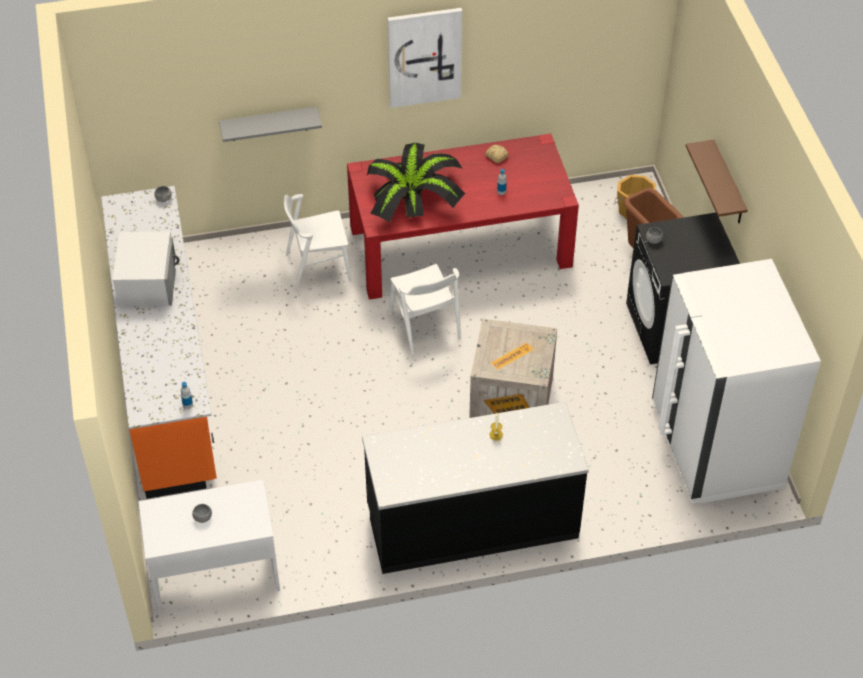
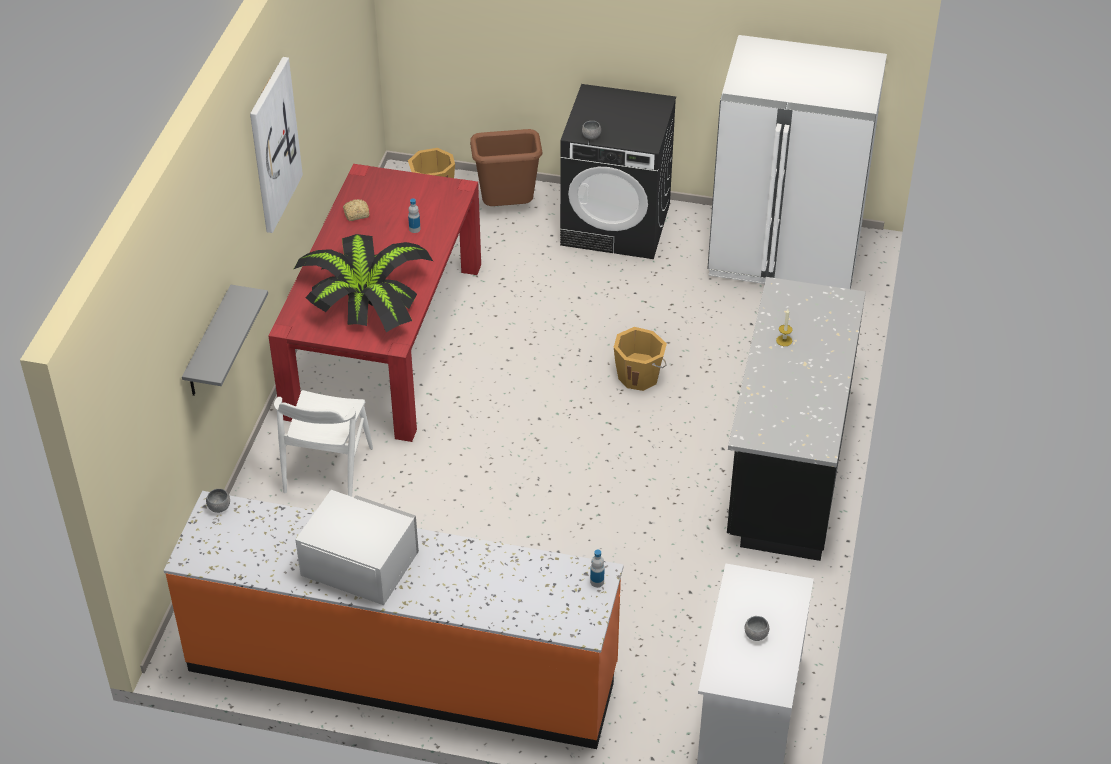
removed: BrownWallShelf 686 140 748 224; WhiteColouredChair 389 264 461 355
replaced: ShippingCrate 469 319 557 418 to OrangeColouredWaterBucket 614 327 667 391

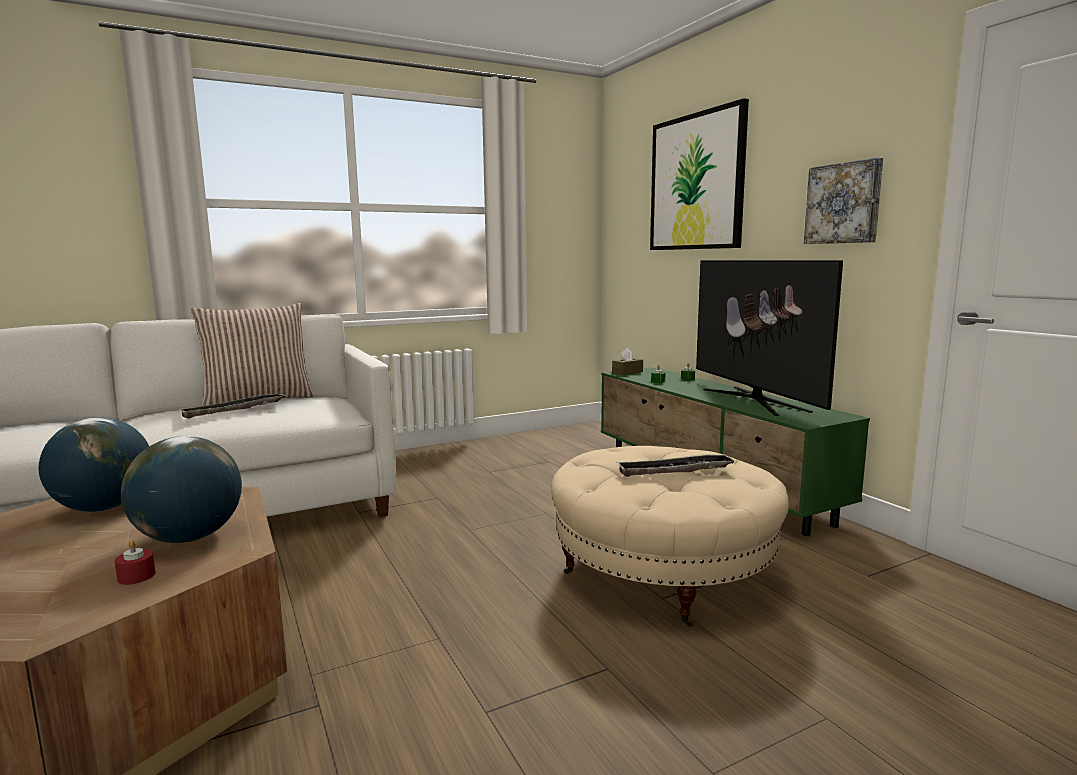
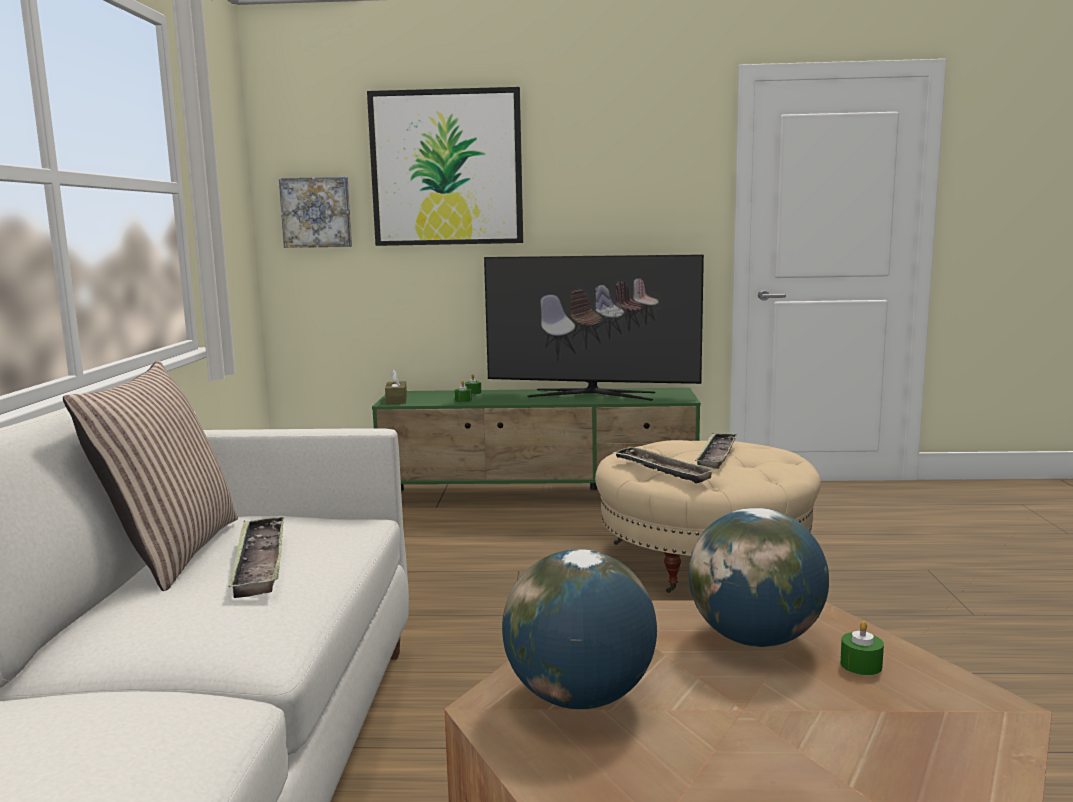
added: ServingTray 612 446 716 484
moved: Picture 804 158 883 244 to 279 177 352 248
recoloured: RedColouredWaxLight 114 540 156 585 to GreenColouredWaxLight 840 621 884 675

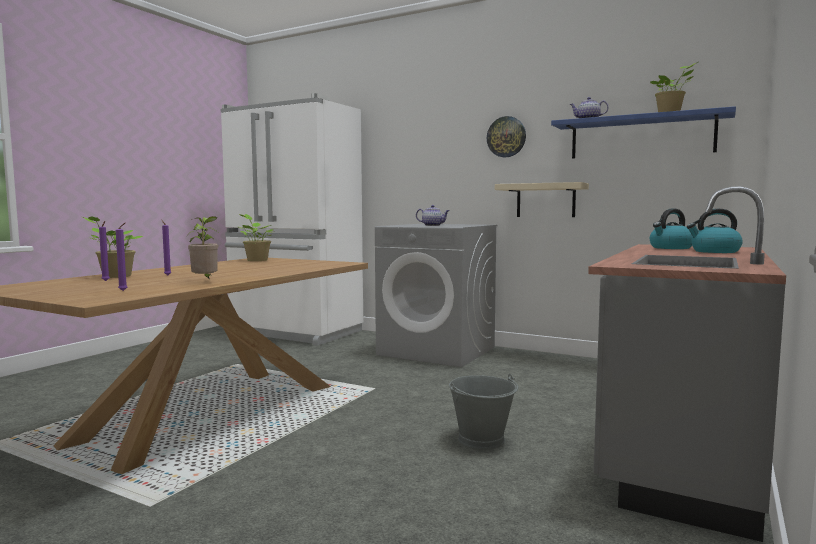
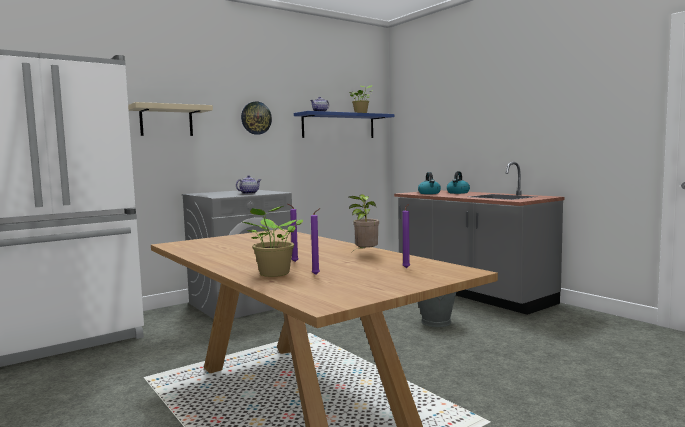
removed: PlantInAPot 239 214 273 261
moved: SandColouredWallShelf 495 182 589 217 to 128 102 213 136

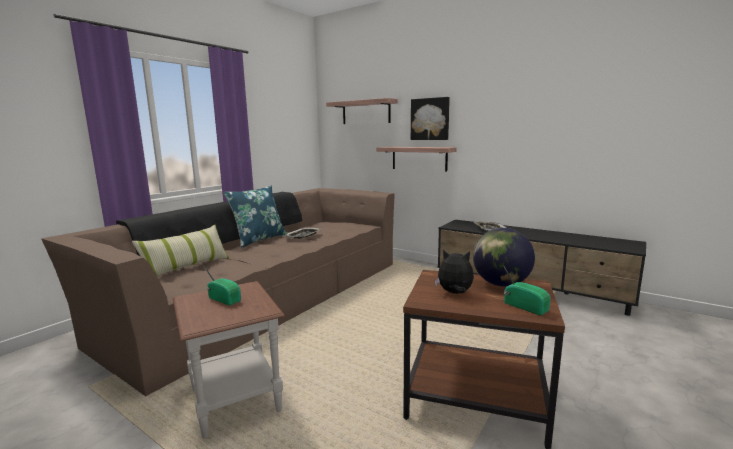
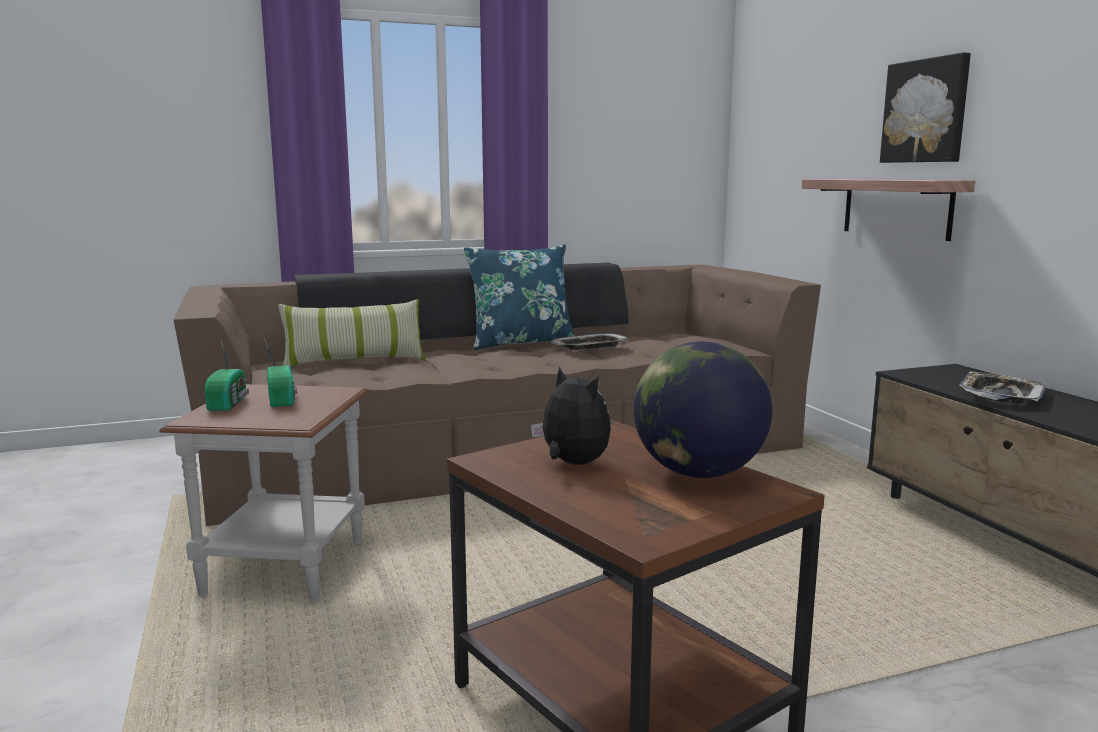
removed: WallShelf 326 98 398 124
moved: RadioReceiver 503 265 551 315 to 205 340 249 411

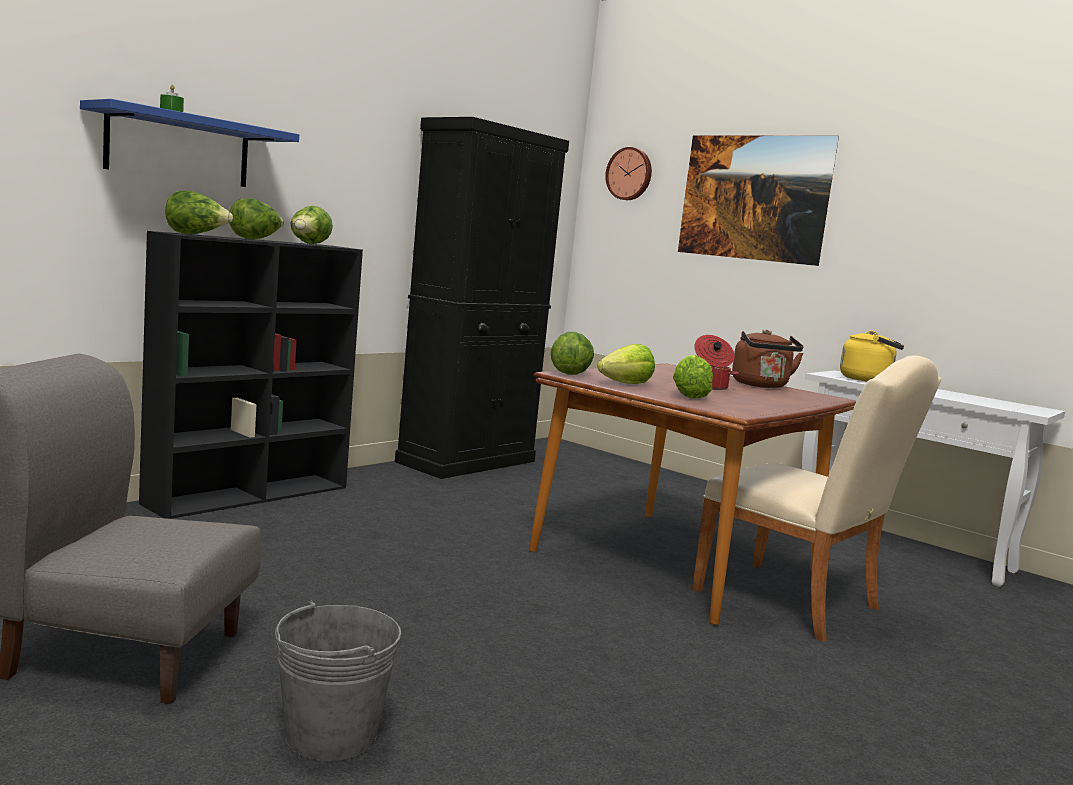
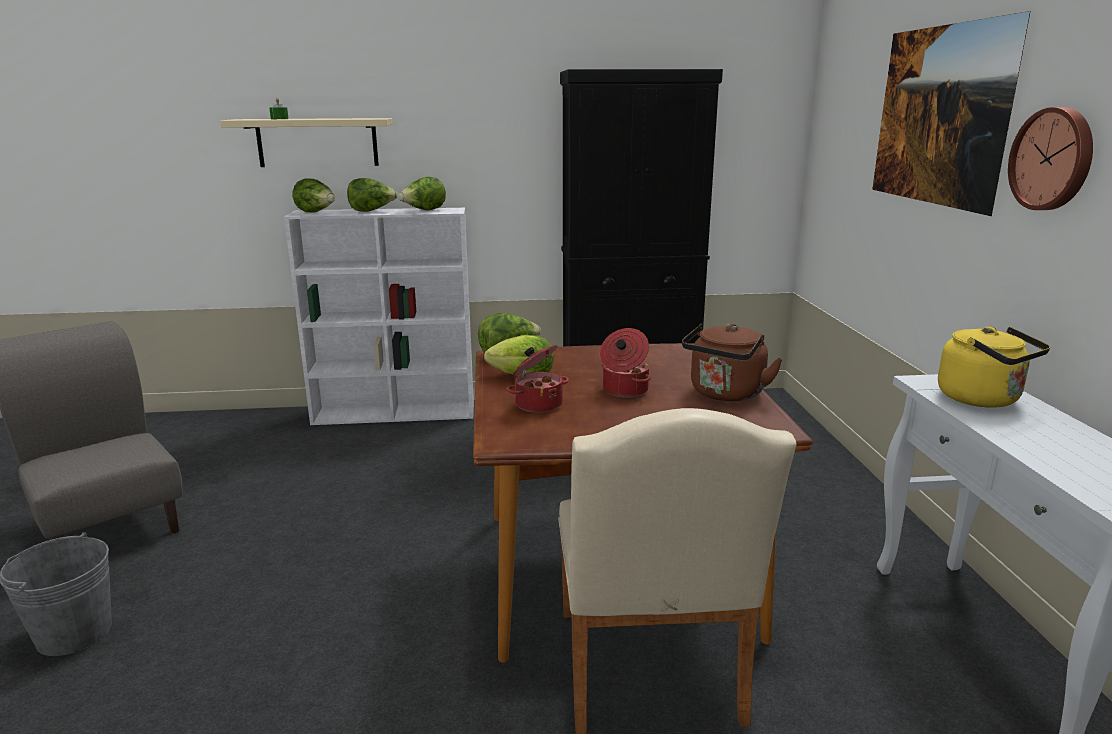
moved: WallClock 605 147 652 200 to 1008 107 1093 210
replaced: HeadOfLettuce 673 355 713 399 to Stockpot 507 345 569 413
recoloured: BluishWallShelf 80 99 299 187 to SandColouredWallShelf 220 118 393 167; BlackishBookshelf 139 231 363 519 to WhiteColouredBookshelf 284 208 474 425

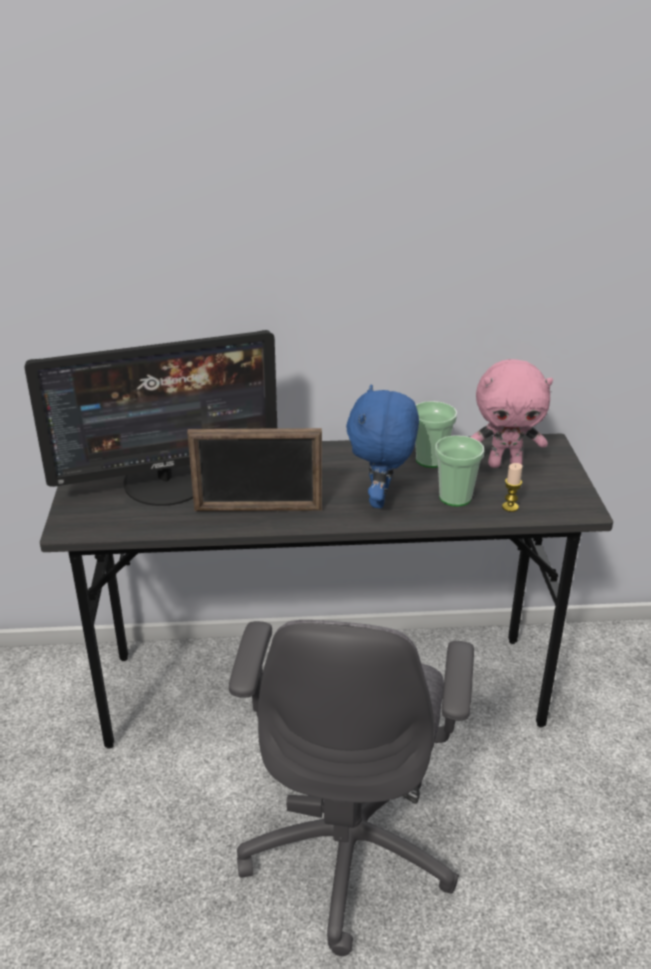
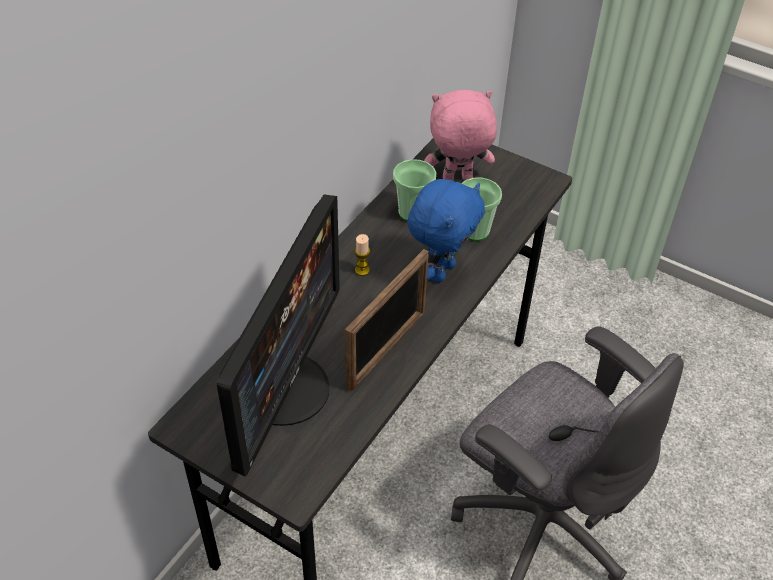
moved: WaxLight 502 463 523 512 to 355 234 370 276
turned: PinkCuddlyToy 471 359 553 468 = 424 90 497 180 135 degrees counterclockwise; BluishCuddlyToy 346 384 419 508 = 407 179 485 283 105 degrees counterclockwise

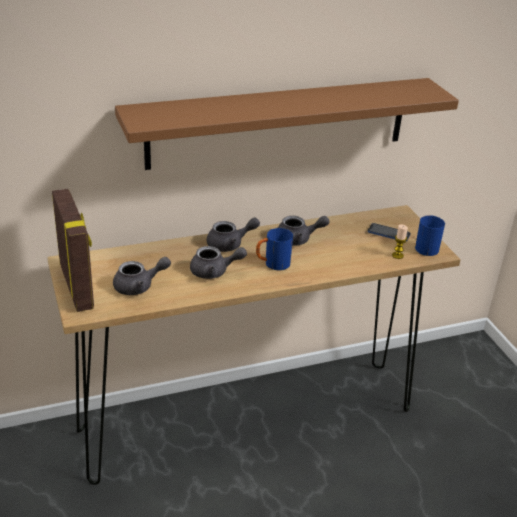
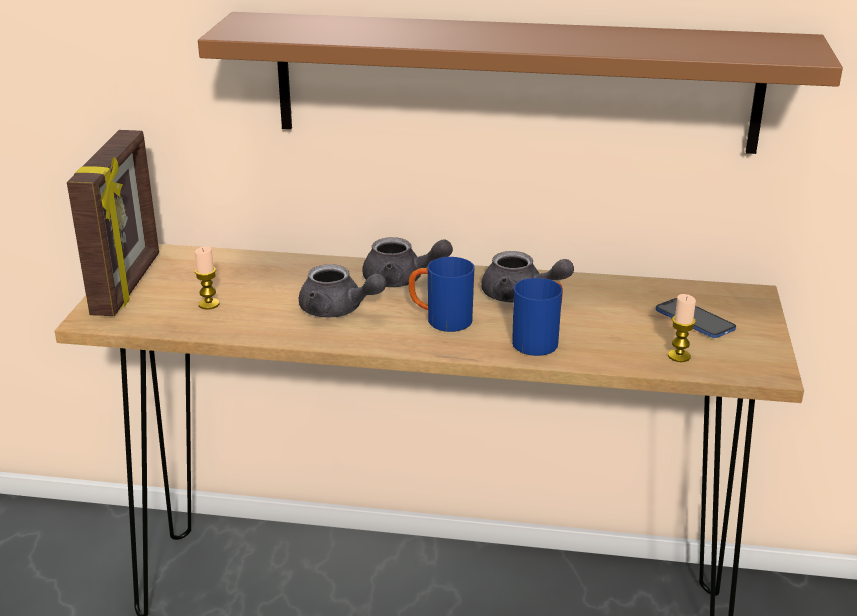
moved: BluishTeaMug 415 215 445 256 to 512 278 563 356
replaced: GreyPotForTea 113 257 171 295 to WaxLight 195 246 219 310

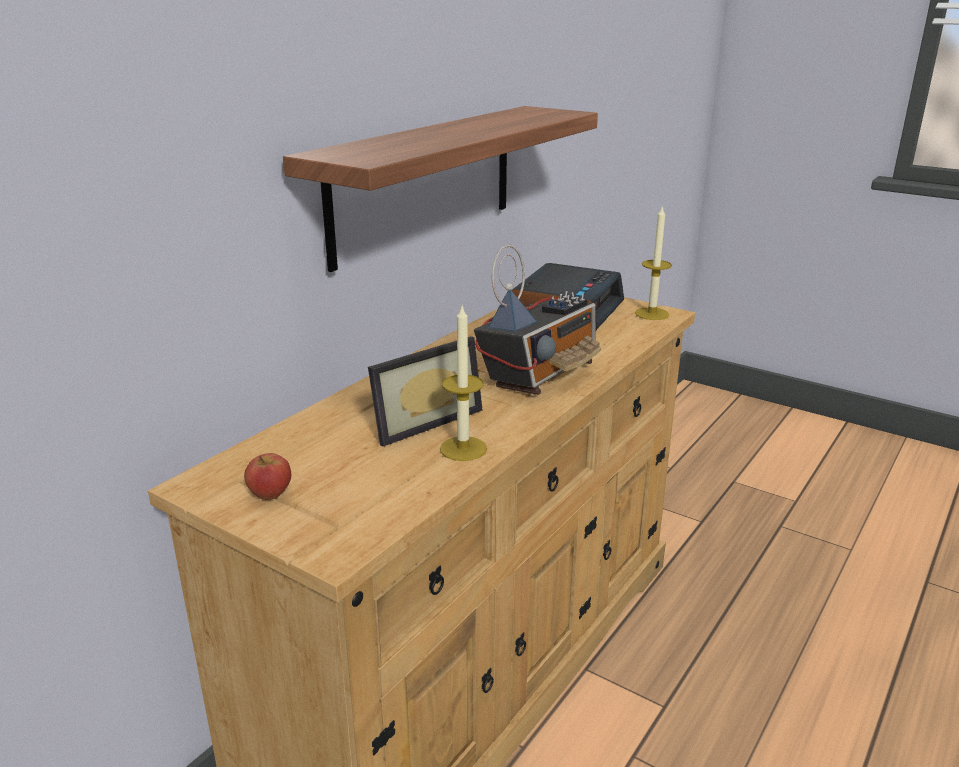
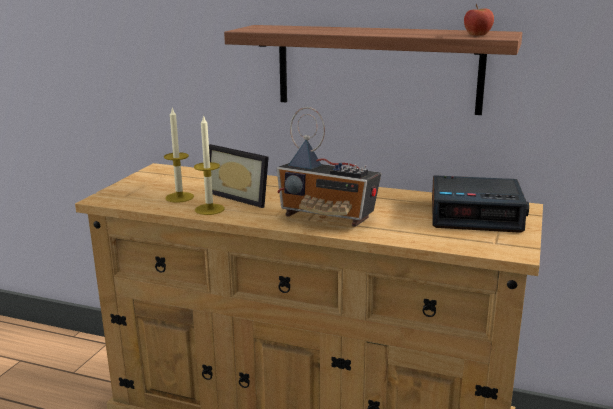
moved: WaxLight 635 205 672 320 to 164 108 194 203; Apple 244 453 291 500 to 464 4 494 36

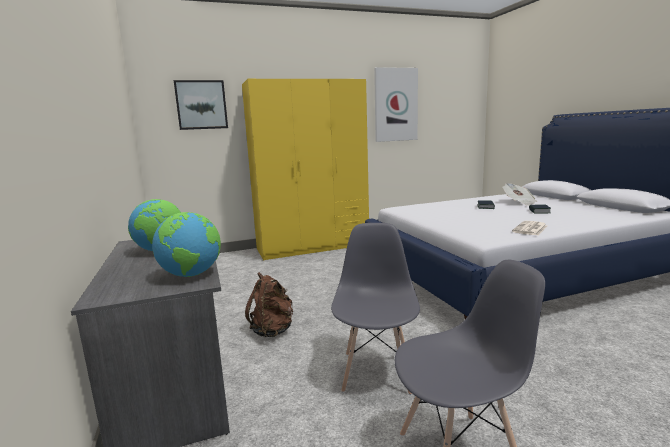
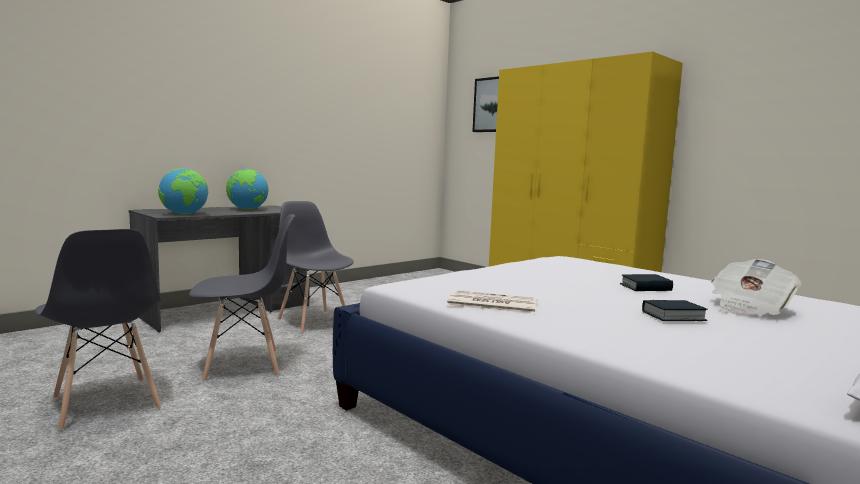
removed: Picture 374 67 418 142
replaced: BrownKnapsack 245 272 293 337 to GreyChair 278 201 354 334

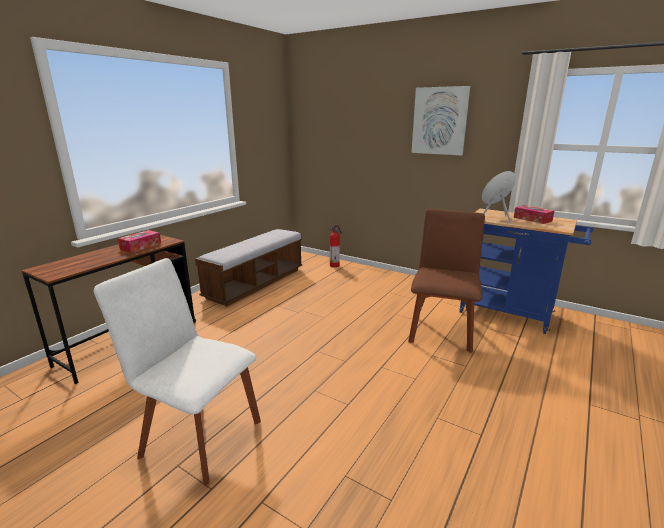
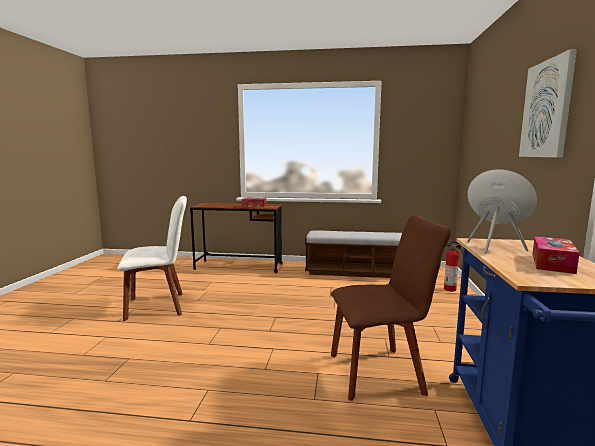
turned: WhiteColouredChair 94 258 261 485 = 117 196 187 321 75 degrees clockwise

